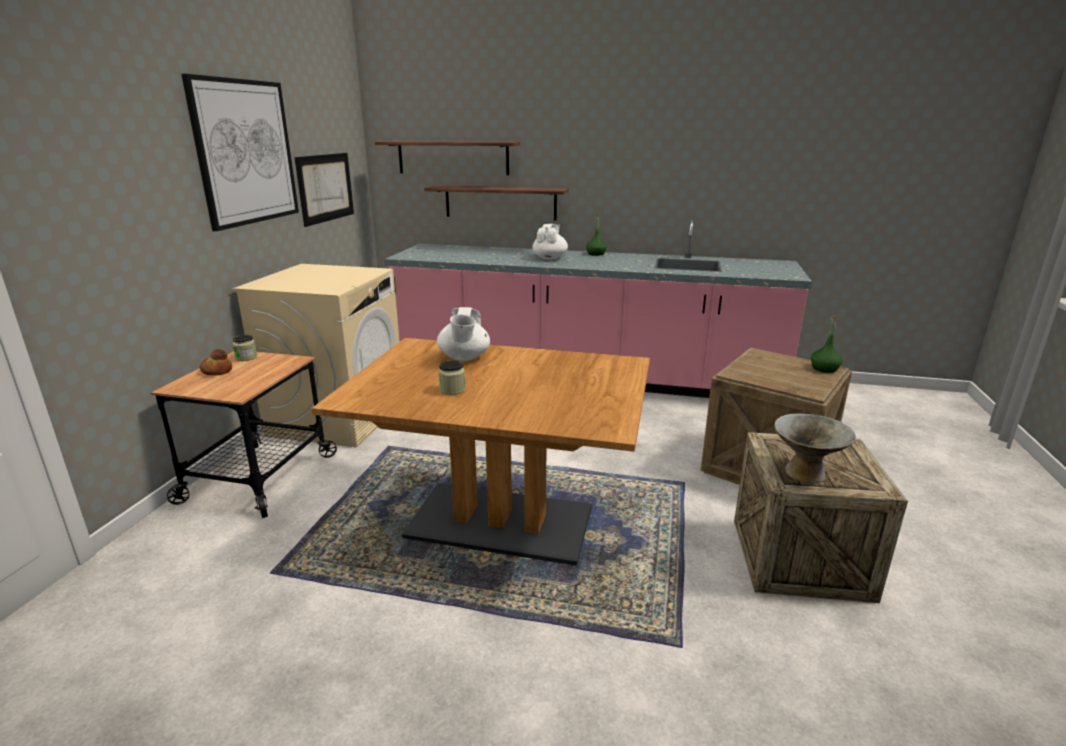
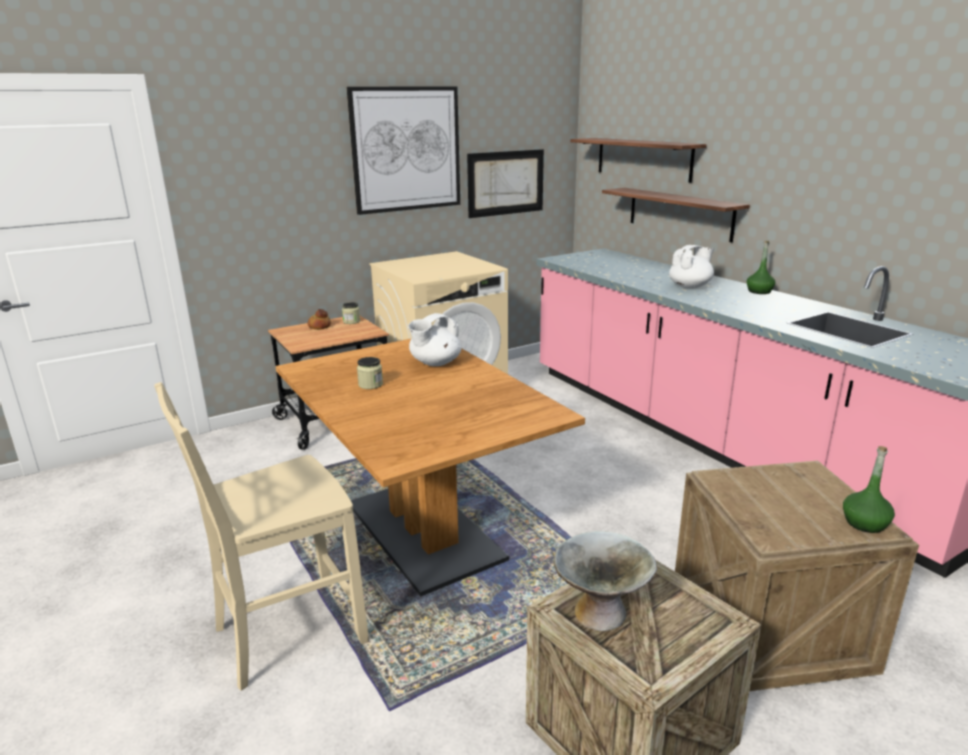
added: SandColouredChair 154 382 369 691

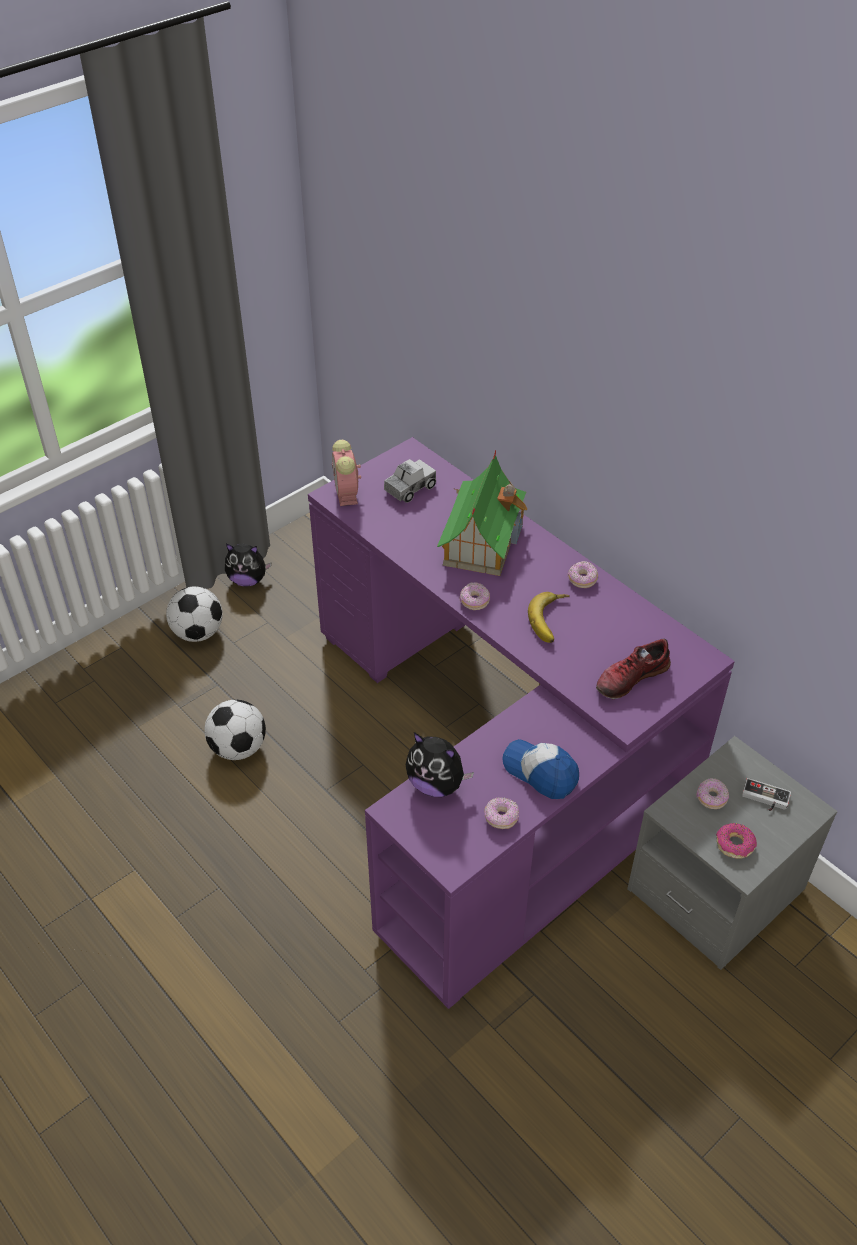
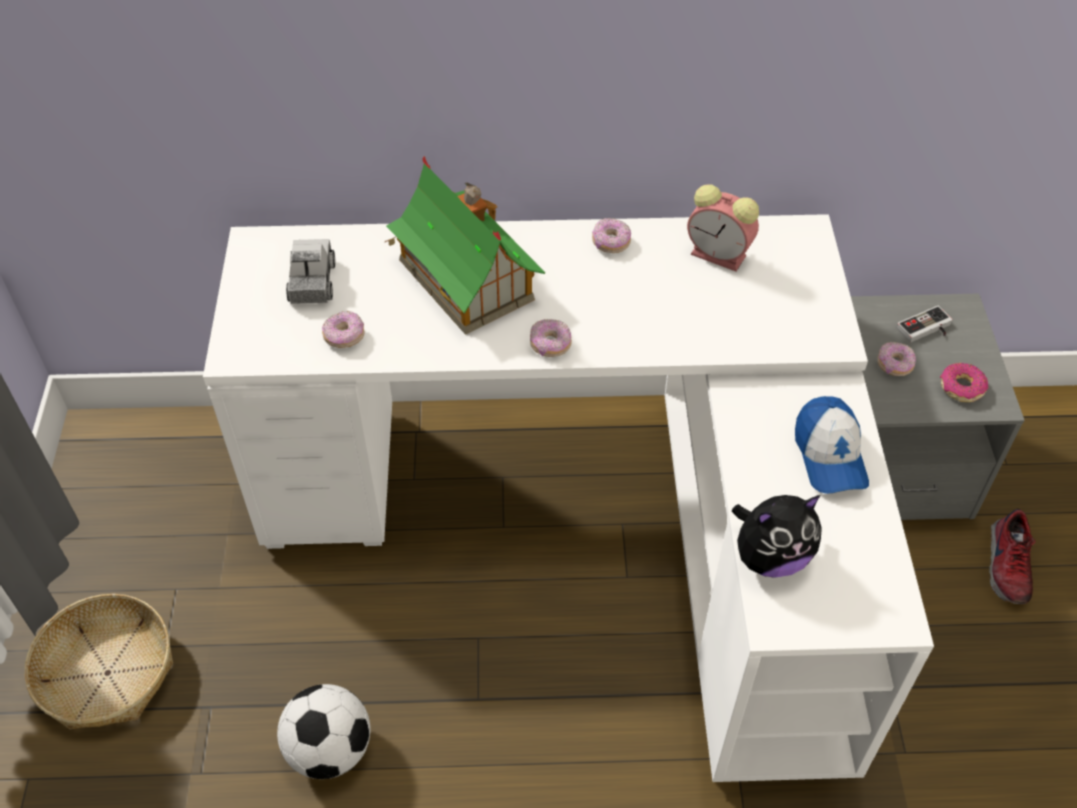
removed: CuddlyToy 225 544 271 586; Banana 528 592 570 643
moved: AlarmClock 332 440 361 506 to 687 184 759 271; Shoe 596 638 671 699 to 989 509 1036 604; Doughnut 484 798 519 829 to 322 311 365 348
replaced: BallForFootball 166 586 223 642 to HouseholdBasket 25 594 173 729
recoloured: PurpleDeskUnit 308 437 735 1009 to WhiteColouredDeskUnit 203 214 934 782
turned: BaseballCap 502 739 579 799 = 795 396 869 494 90 degrees counterclockwise

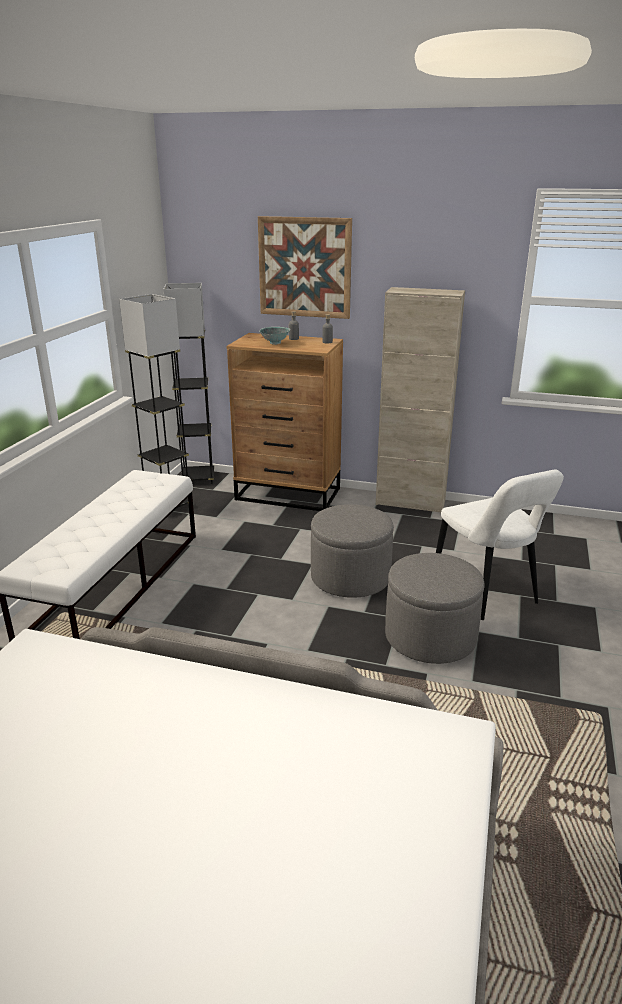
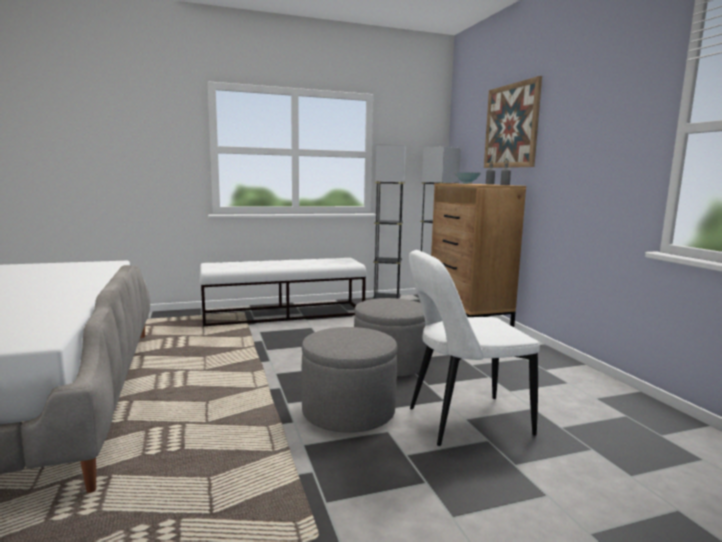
removed: SandColouredCupboard 376 287 465 513
turned: WhiteColouredChair 436 469 564 620 = 409 250 540 446 45 degrees clockwise

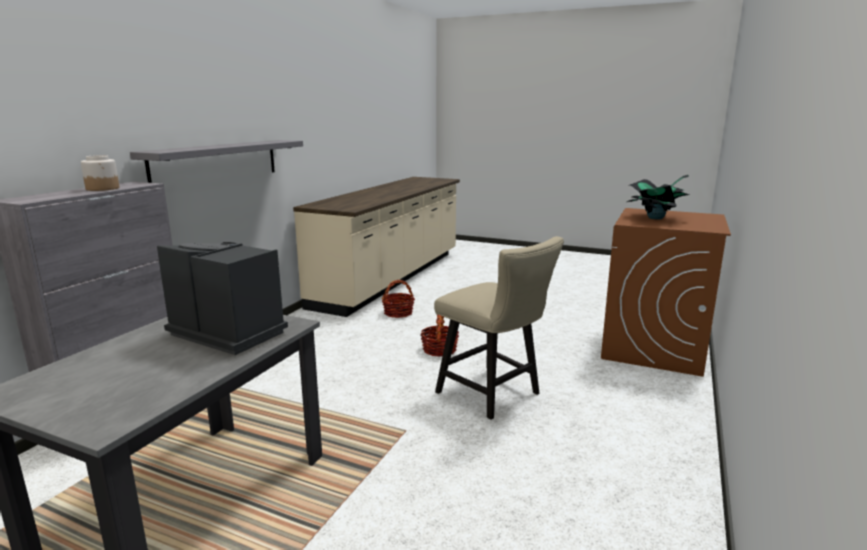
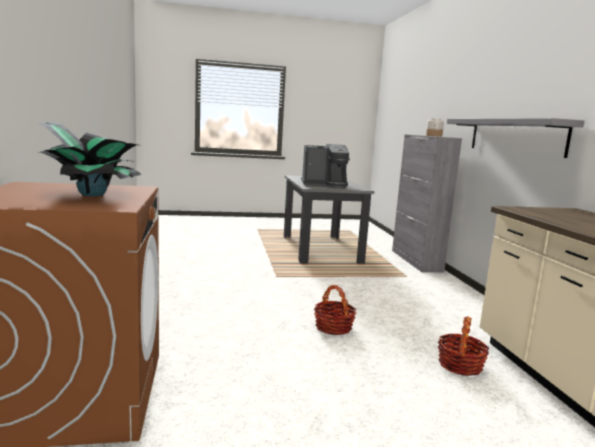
removed: SandColouredChair 434 236 564 420

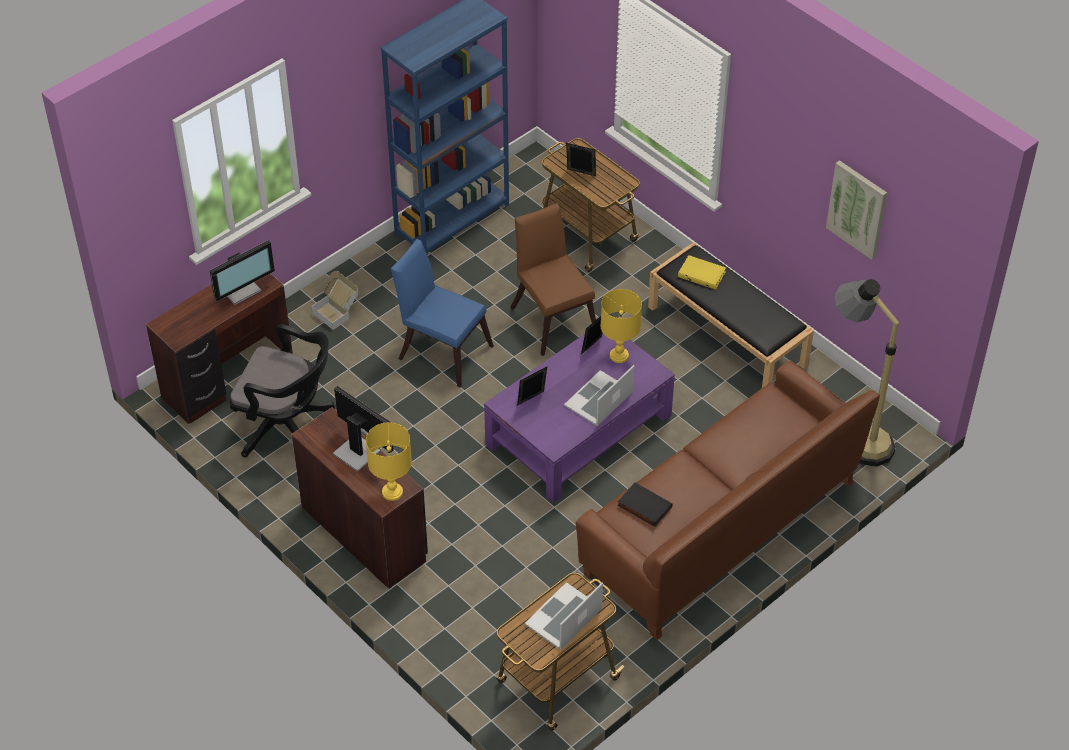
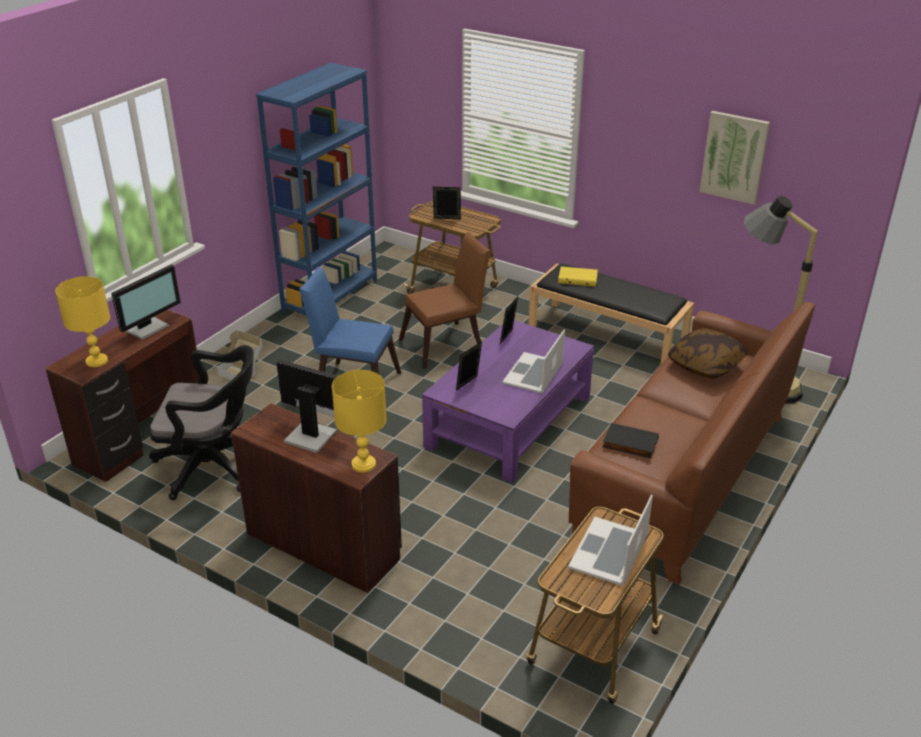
added: Cushion 668 328 748 379
moved: YellowColouredTabletopLamp 601 289 642 363 to 55 276 110 367
turned: BrownChair 510 203 596 356 = 399 232 490 369 105 degrees clockwise

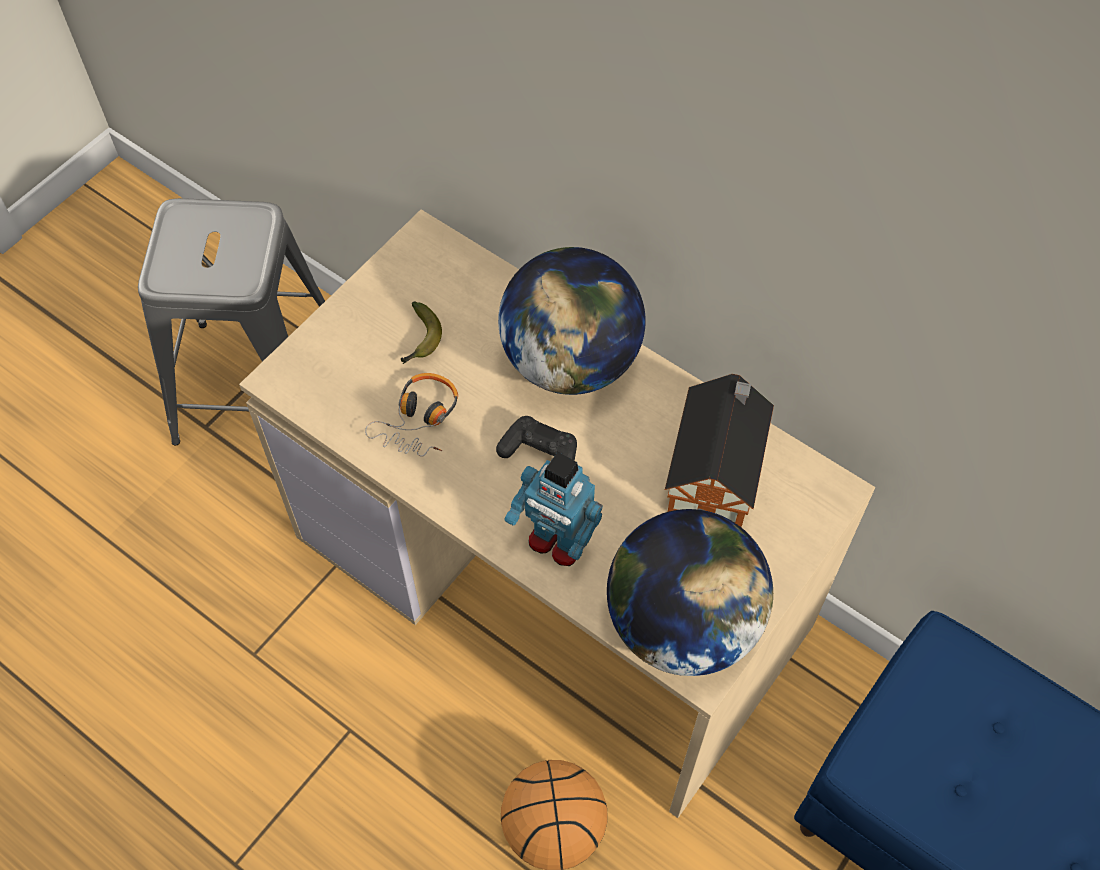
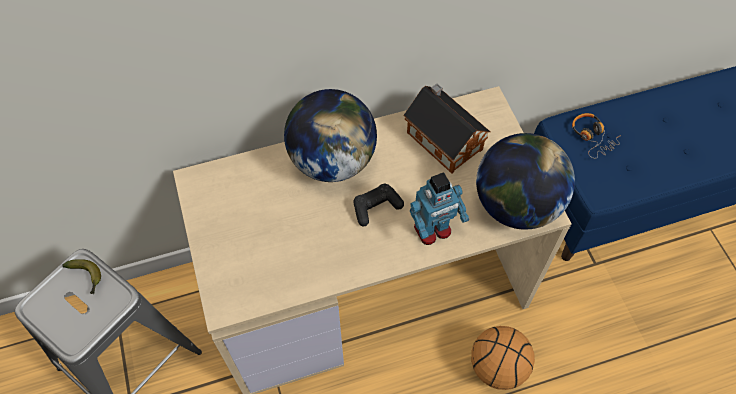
moved: Banana 401 301 442 364 to 62 259 101 294; PairOfHeadphones 365 373 458 457 to 572 113 621 158

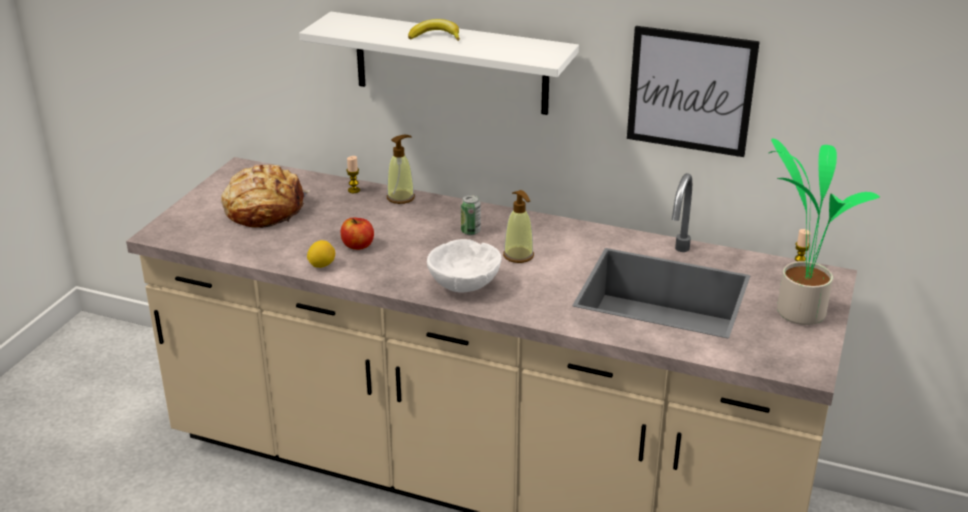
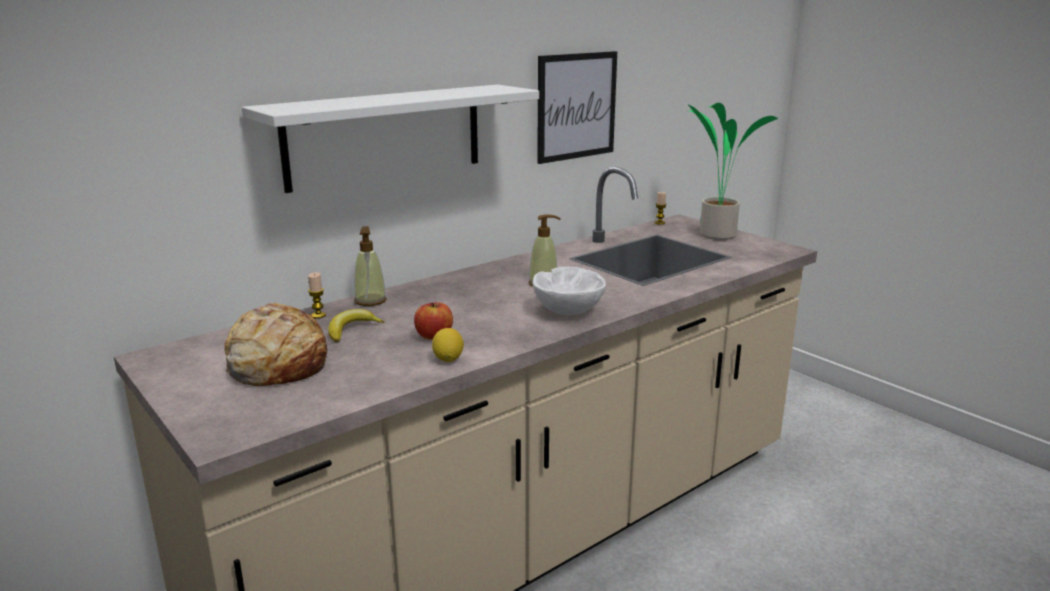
removed: MetalCan 461 195 481 235
moved: Banana 408 19 460 41 to 328 309 385 342

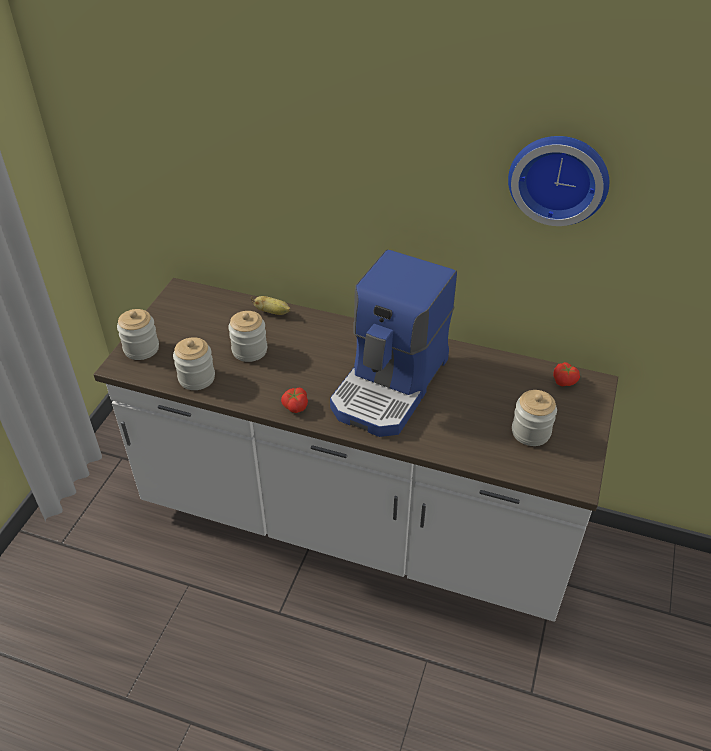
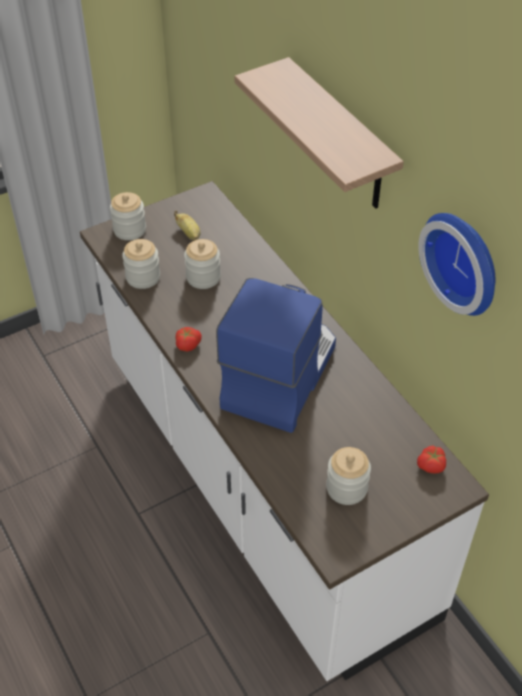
added: WallShelf 234 57 404 208
moved: Banana 251 296 291 315 to 174 211 200 240
turned: CoffeeMaker 330 249 457 437 = 216 278 336 433 135 degrees clockwise

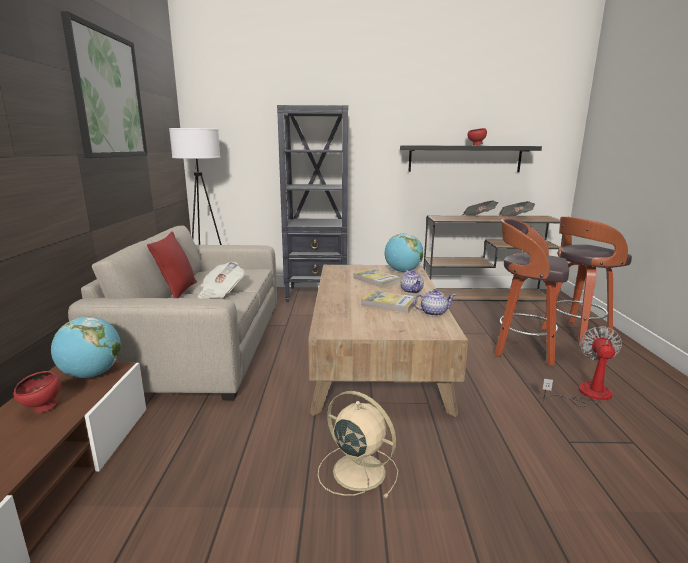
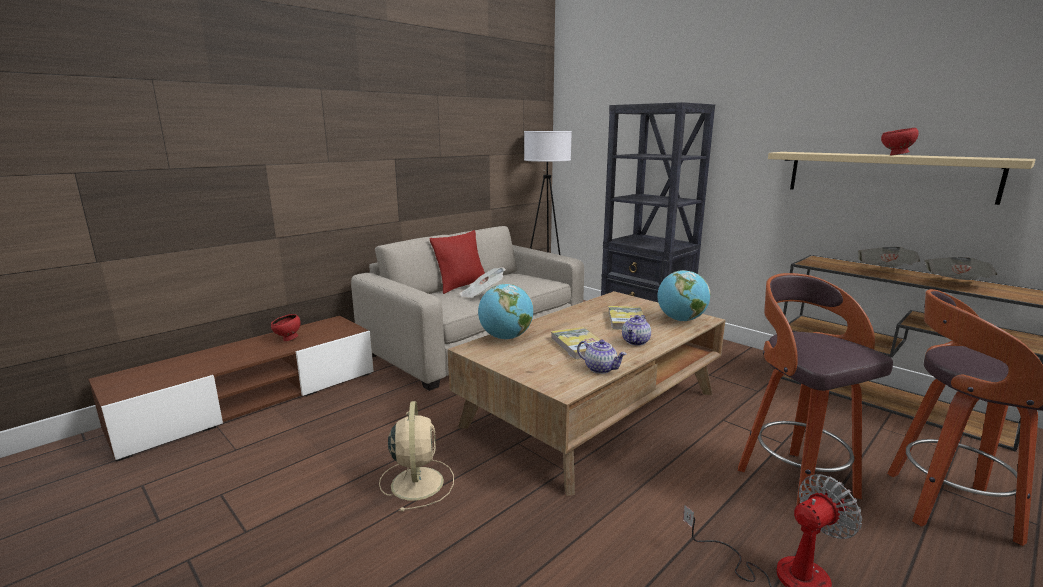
removed: Picture 61 11 148 158
moved: DeskGlobe 51 317 121 378 to 478 284 533 339
recoloured: BlackishWallShelf 400 145 542 172 to SandColouredWallShelf 768 152 1036 205

